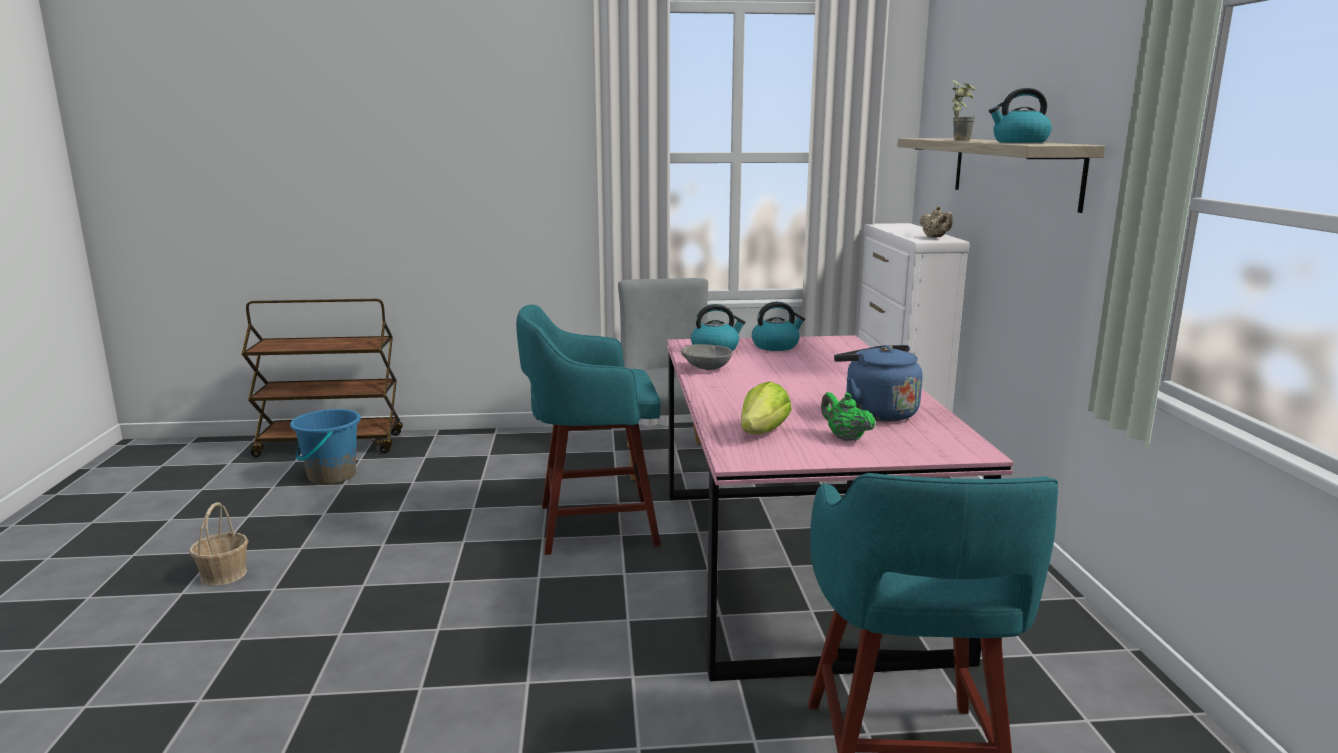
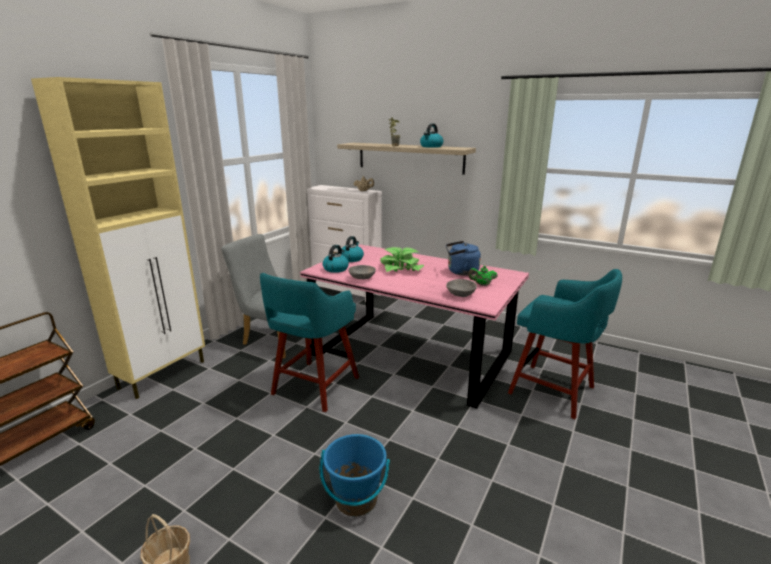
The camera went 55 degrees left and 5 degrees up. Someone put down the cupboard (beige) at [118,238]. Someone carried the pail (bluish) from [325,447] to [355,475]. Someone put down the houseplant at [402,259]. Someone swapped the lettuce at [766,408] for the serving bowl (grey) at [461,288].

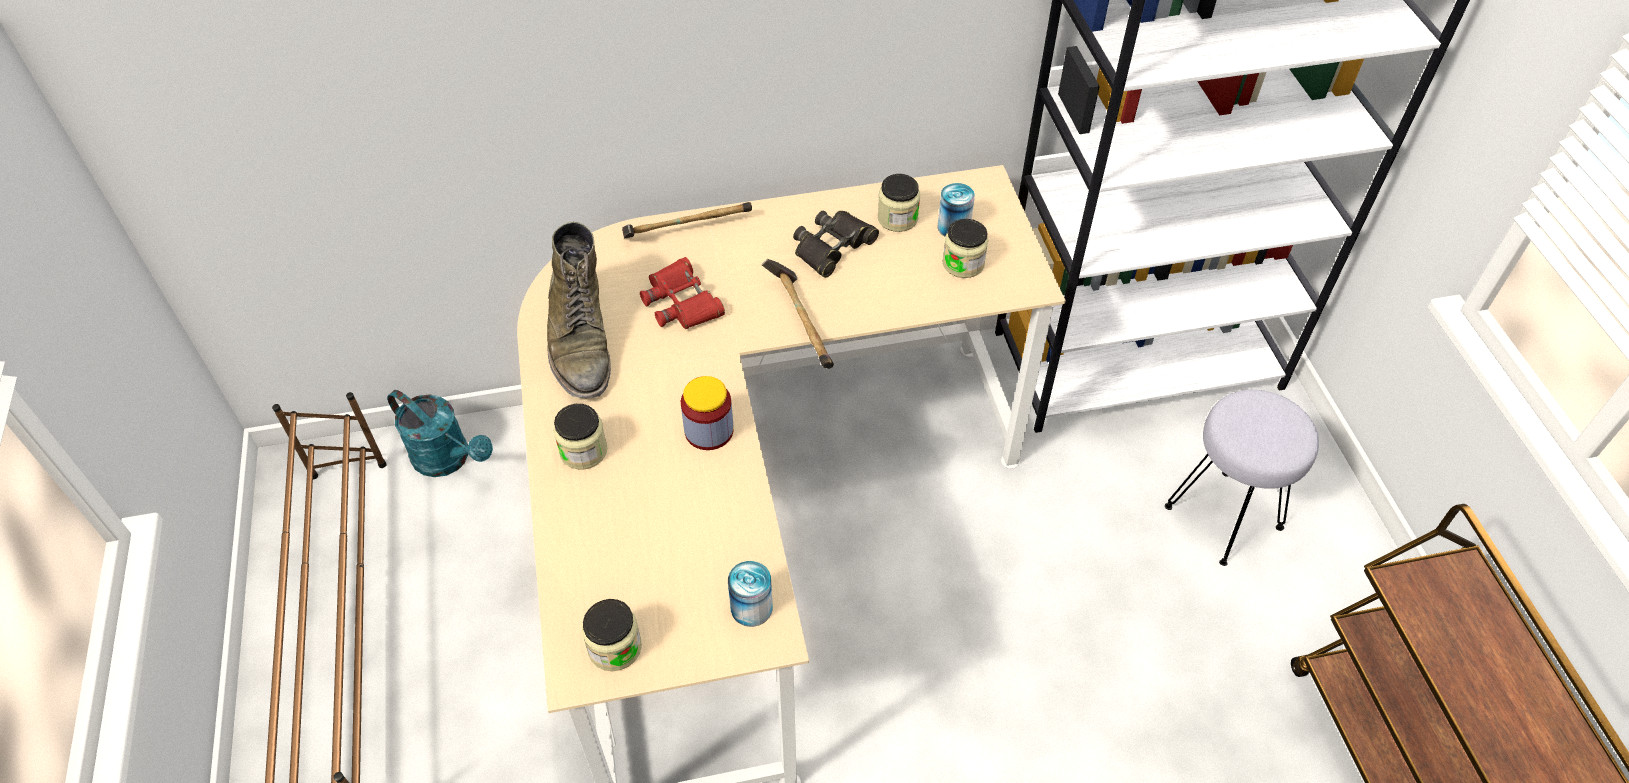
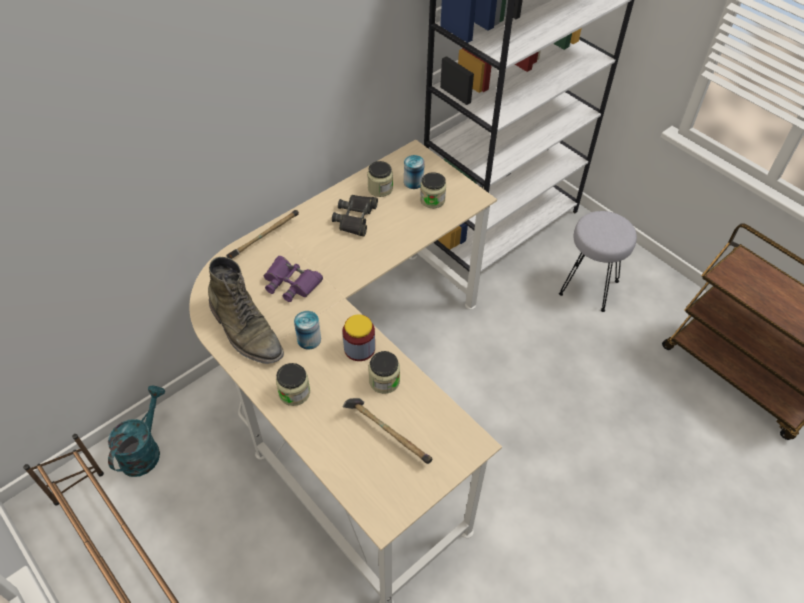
The camera went 30 degrees left and 0 degrees up. Someone rotated the watering can (turquoise) at [440,433] by 75 degrees counterclockwise. Someone repainted the binoculars (red-coloured) at [682,293], which became the binoculars (purplish) at [293,279]. Someone carried the metal can from [750,594] to [307,330]. Someone carried the tool hammer from [797,314] to [387,431]. Someone carried the preserve jar from [612,635] to [384,372].

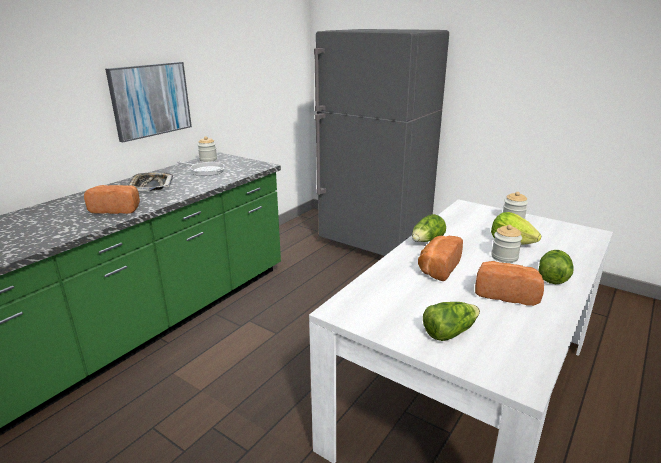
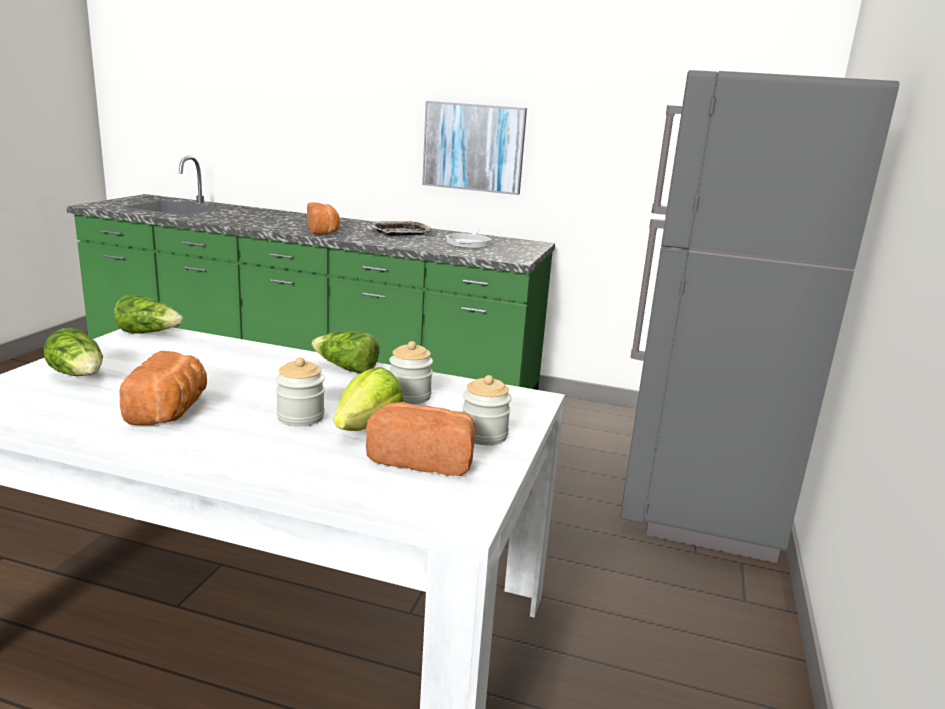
The camera went 70 degrees right and 5 degrees down. Someone carried the lettuce from [556,267] to [148,314]. Someone carried the bread from [440,258] to [420,439]. Someone carried the preserve jar from [207,149] to [411,372].

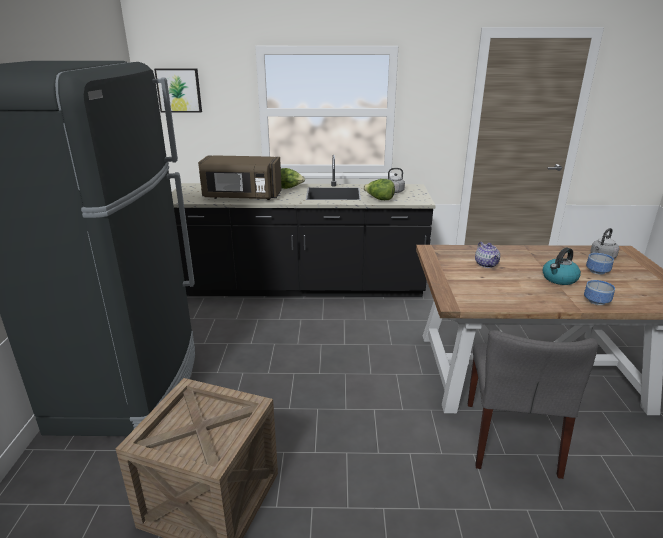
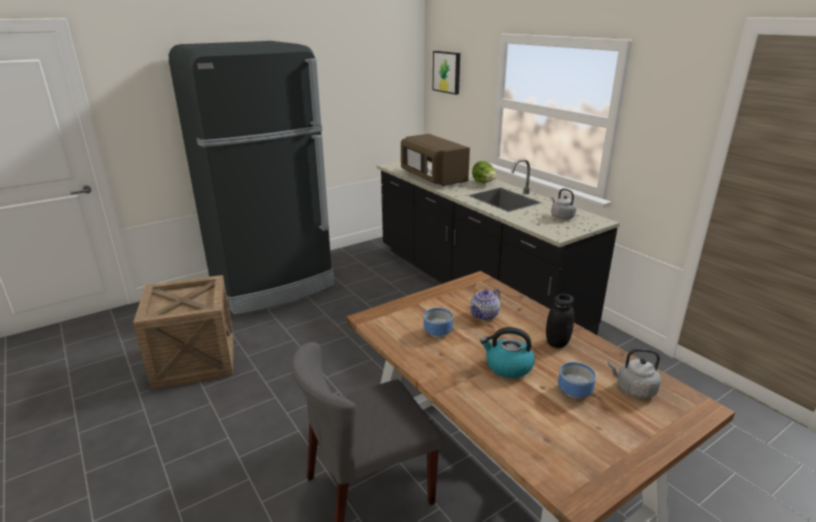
The camera went 55 degrees right and 0 degrees up. Someone carried the serving bowl from [599,292] to [438,322]. Someone put down the preserve jar (black) at [560,321]. Someone took away the lettuce at [379,189].

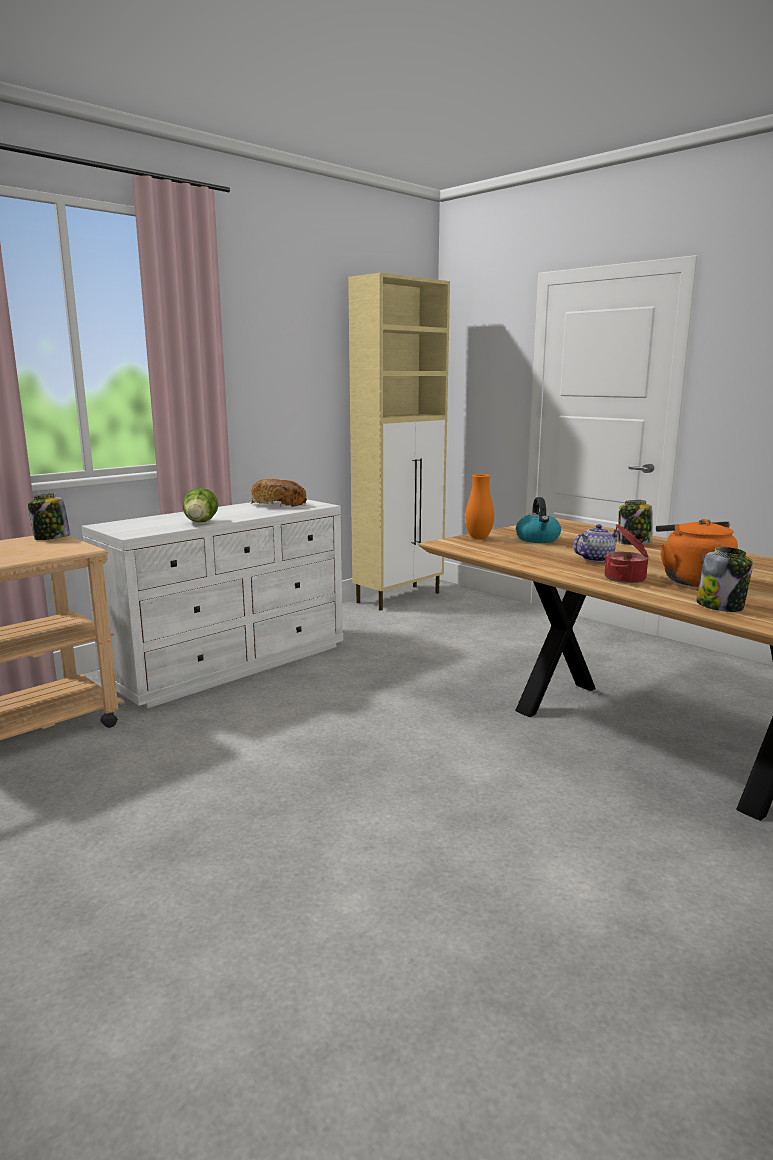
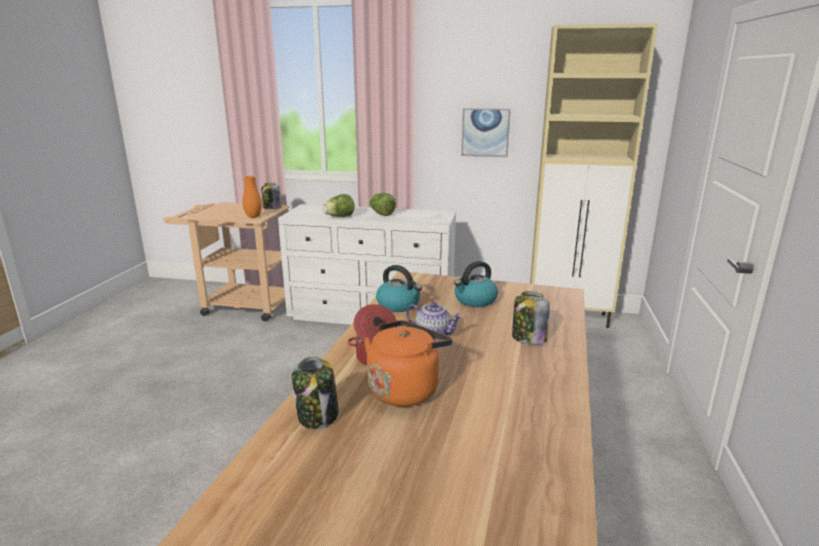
The camera went 55 degrees right and 5 degrees up. Someone carried the decorative vase (orange-coloured) from [479,506] to [252,197]. Someone put down the lettuce at [382,204]. Someone put down the tea kettle at [399,288]. Someone put up the picture at [486,132]. Someone took away the bread at [279,493].

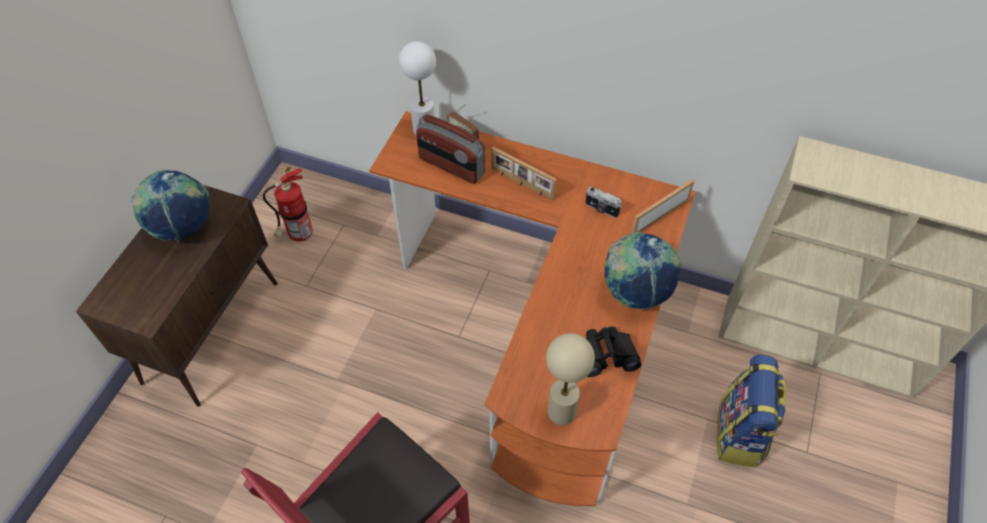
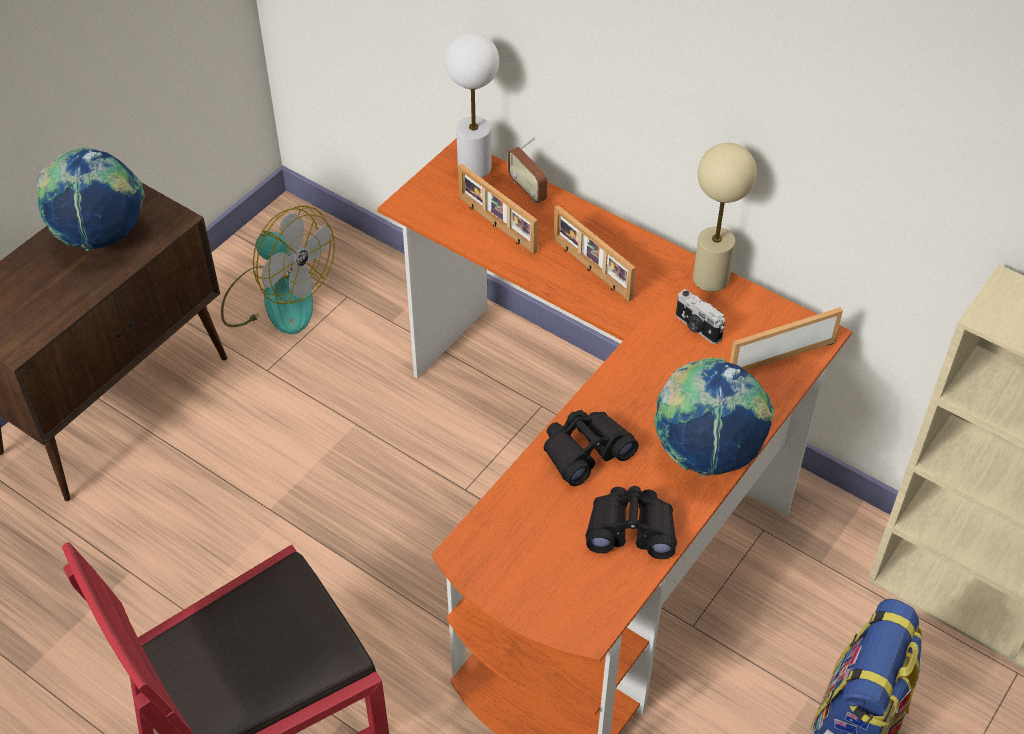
The camera went 15 degrees right and 5 degrees down. Someone swapped the extinguisher at [288,204] for the electric fan at [278,270]. Someone swapped the radio at [450,149] for the photo frame at [498,209]. Someone put down the binoculars (black) at [591,448]. Someone carried the tabletop lamp (beige) from [570,379] to [725,217].

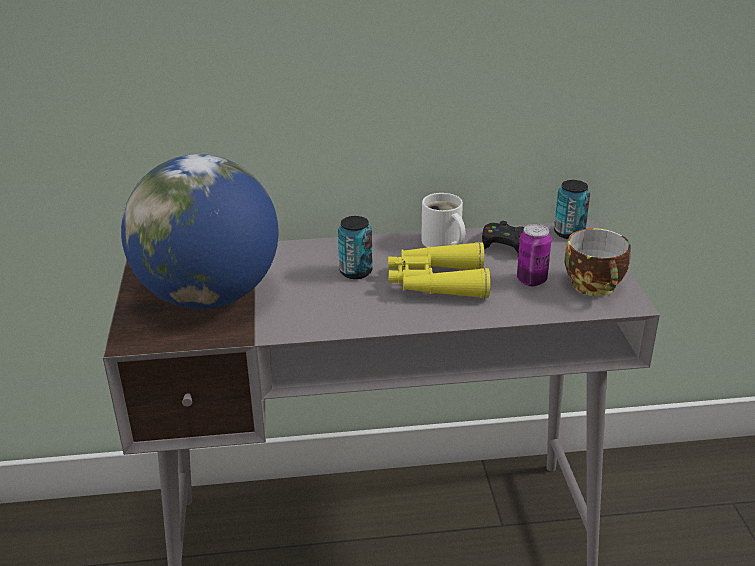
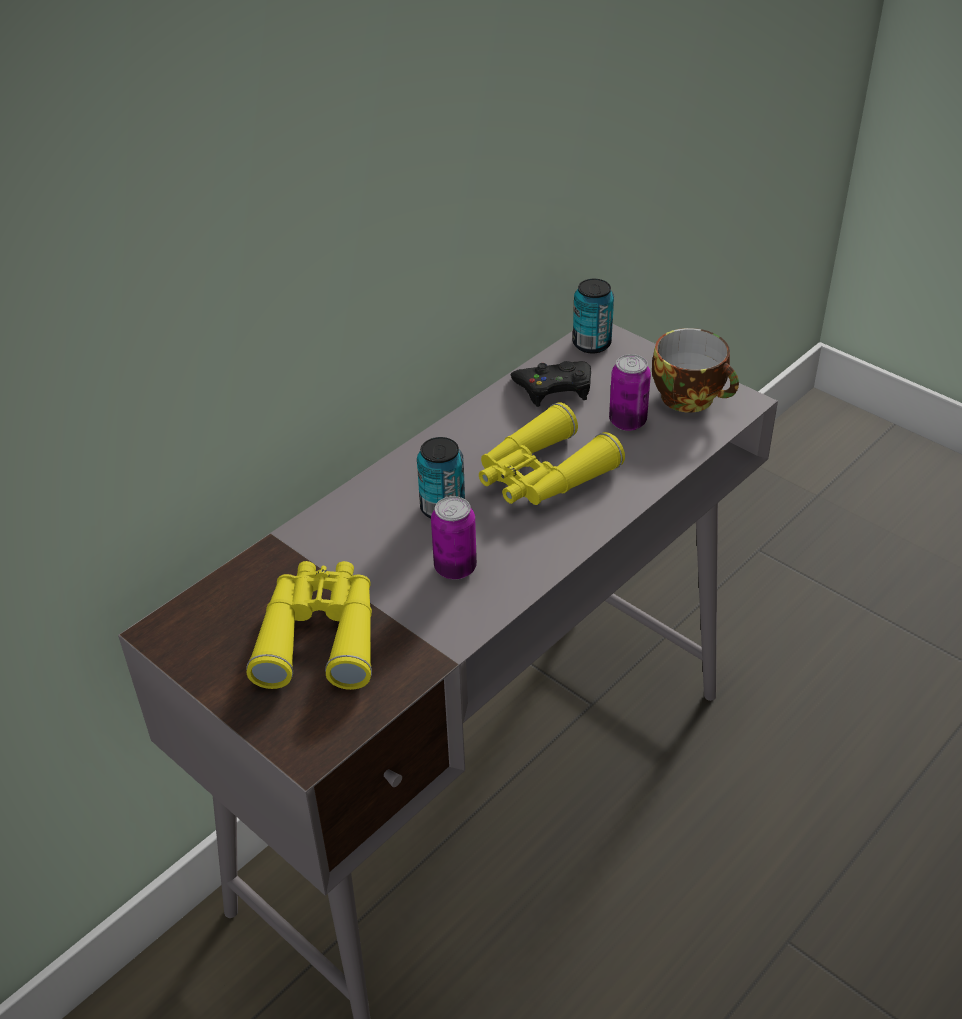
The camera went 40 degrees left and 10 degrees up. Someone swapped the desk globe at [199,231] for the binoculars (yellowish) at [309,625]. Someone put down the metal can at [454,538]. Someone took away the coffee mug (white) at [443,220].

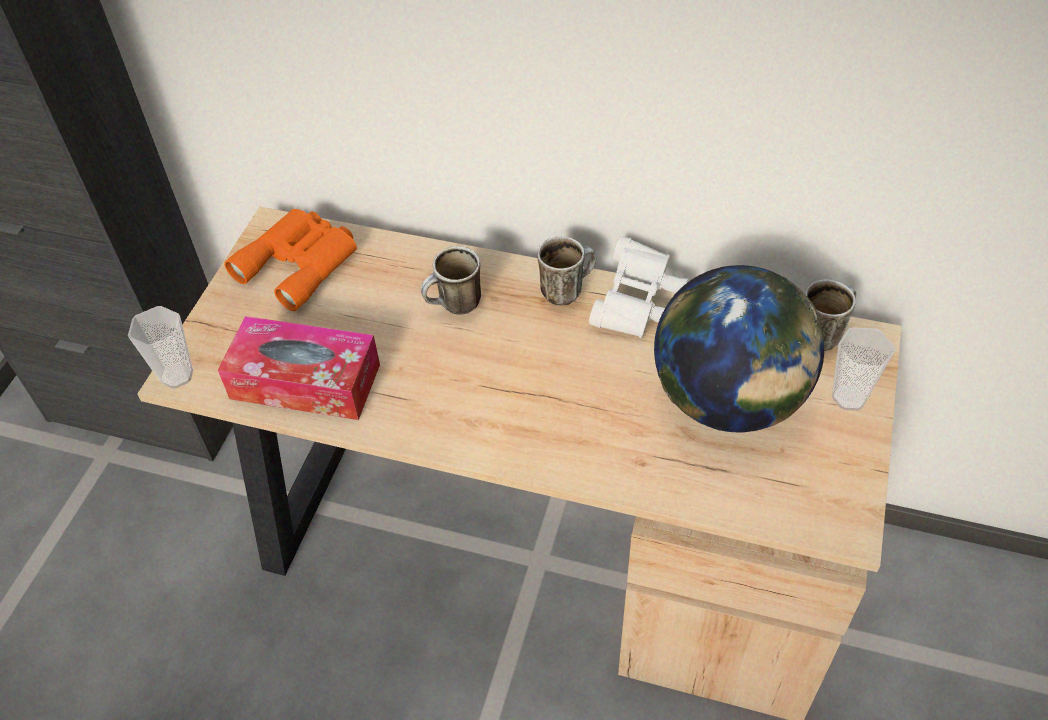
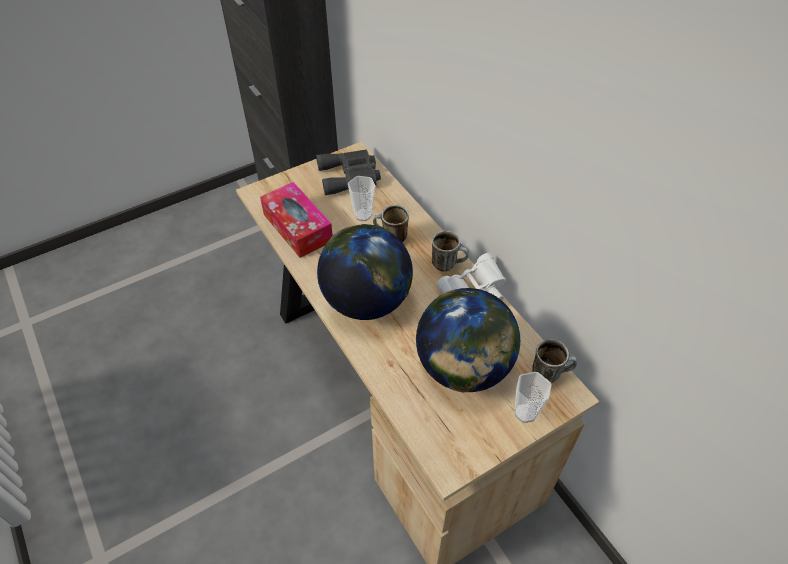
The camera went 40 degrees right and 0 degrees up. Someone repainted the binoculars (orange-coloured) at [290,260], which became the binoculars (grey) at [348,172]. Someone put down the desk globe at [365,272]. Someone carried the cup from [160,347] to [362,198].

